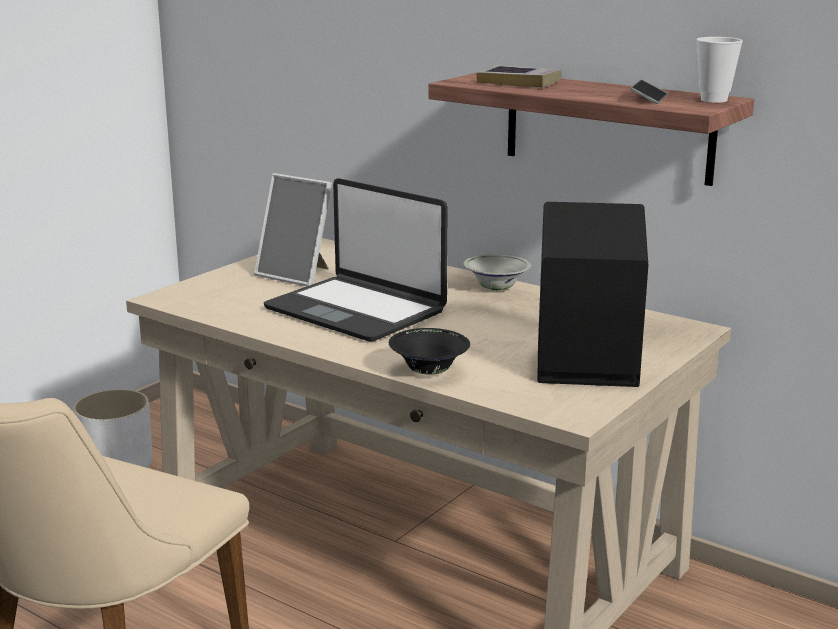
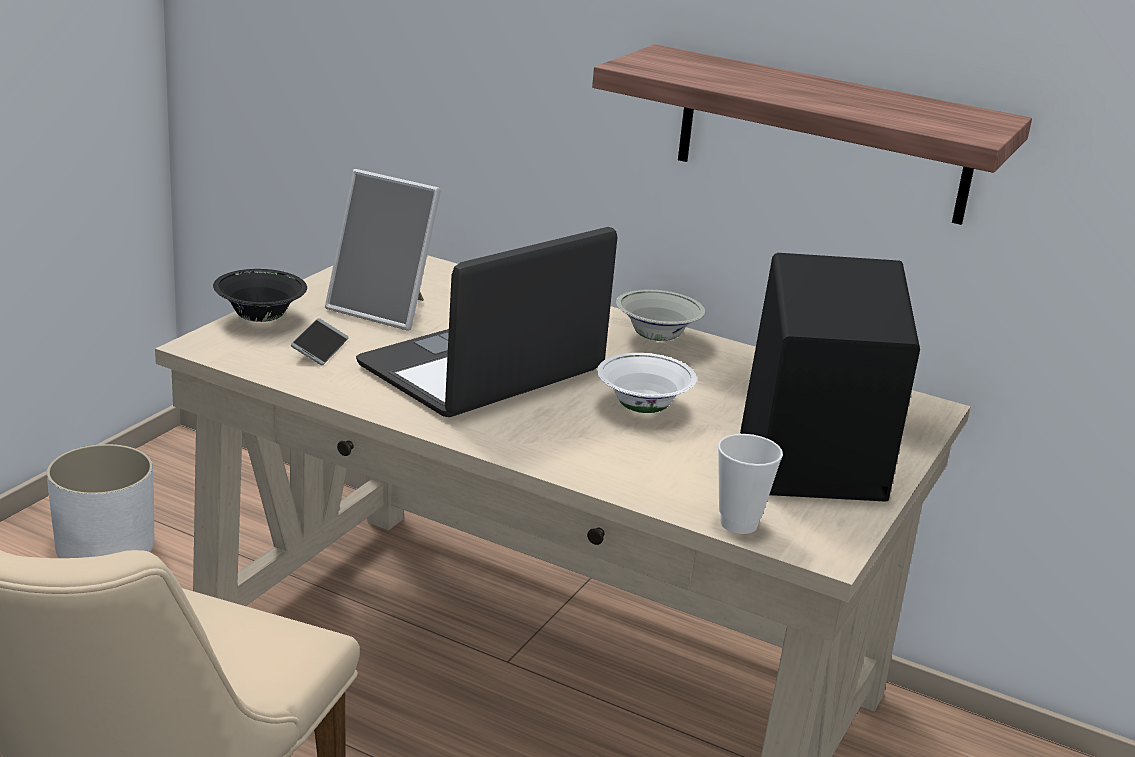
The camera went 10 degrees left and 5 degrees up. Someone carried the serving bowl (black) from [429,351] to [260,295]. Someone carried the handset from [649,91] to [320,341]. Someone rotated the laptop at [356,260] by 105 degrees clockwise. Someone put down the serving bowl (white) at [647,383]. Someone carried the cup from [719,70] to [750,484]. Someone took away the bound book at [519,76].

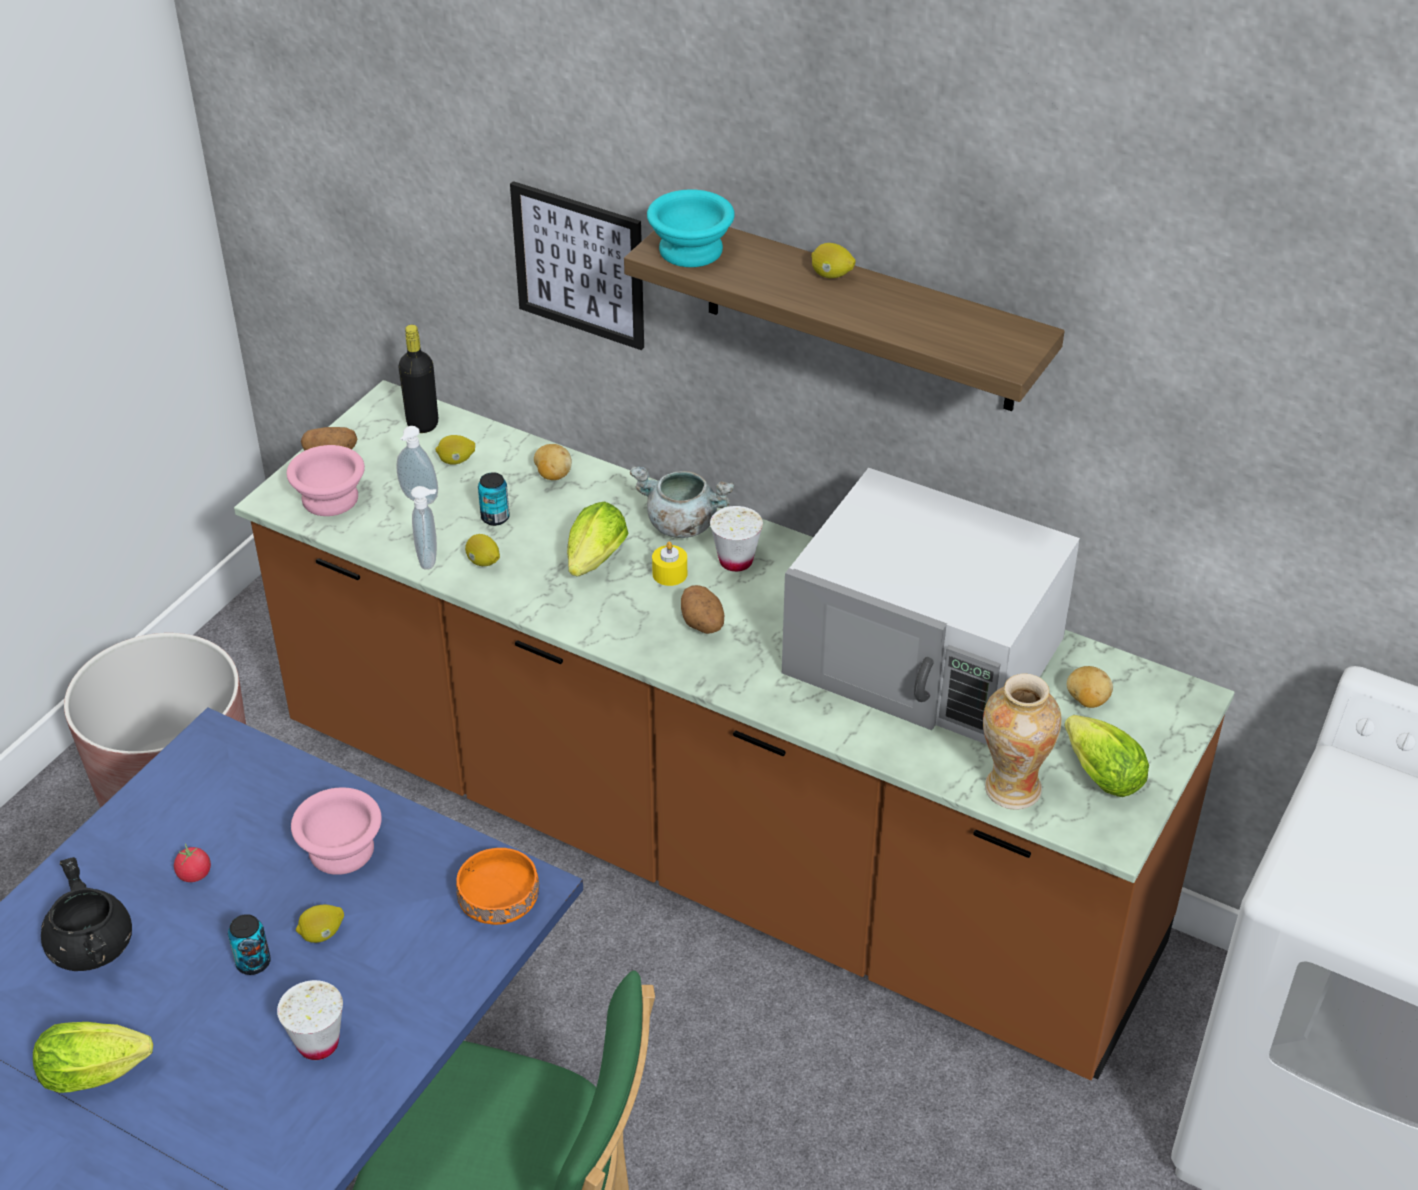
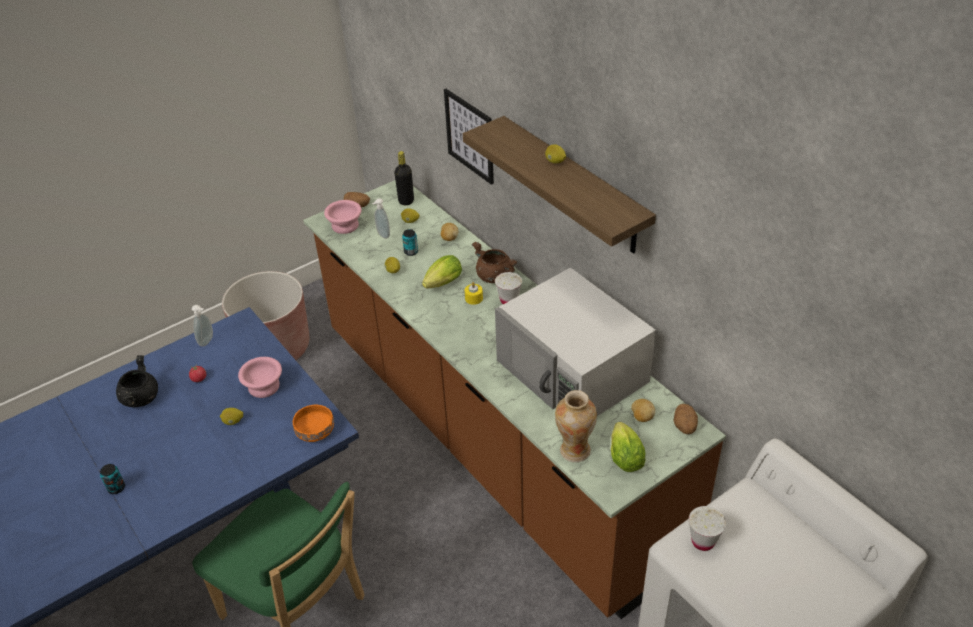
The camera went 25 degrees right and 0 degrees up. Someone carried the metal can from [249,944] to [112,479]. Someone carried the liquid soap bottle from [424,528] to [202,325]. Someone repainted the saucepot (grey) at [682,502], which became the saucepot (brown-coloured) at [494,262]. Someone carried the spud from [702,609] to [685,419]. Someone carried the cup (white) from [310,1020] to [707,528]. Someone took away the lettuce at [93,1057]. Someone took away the serving bowl (turquoise) at [691,228].

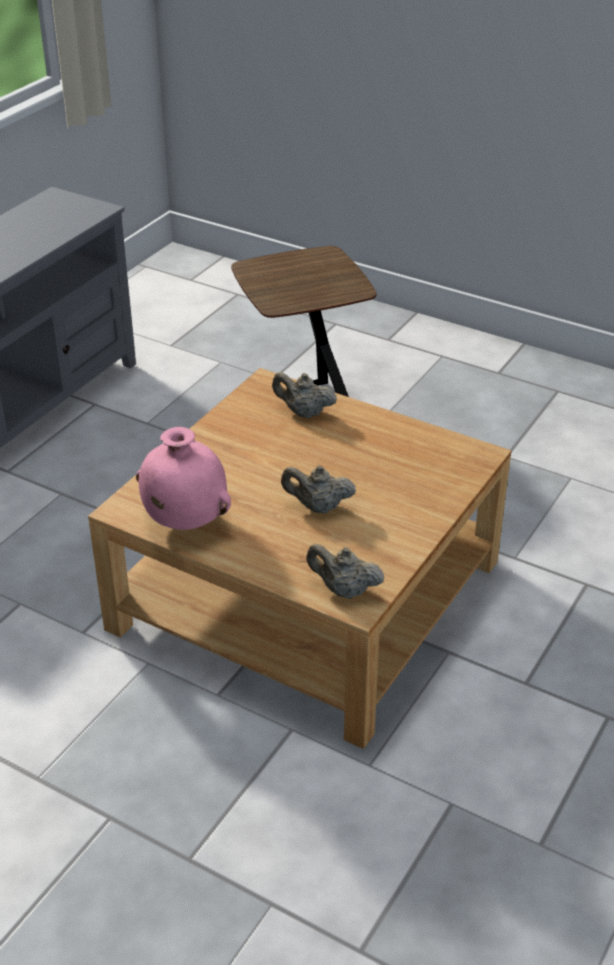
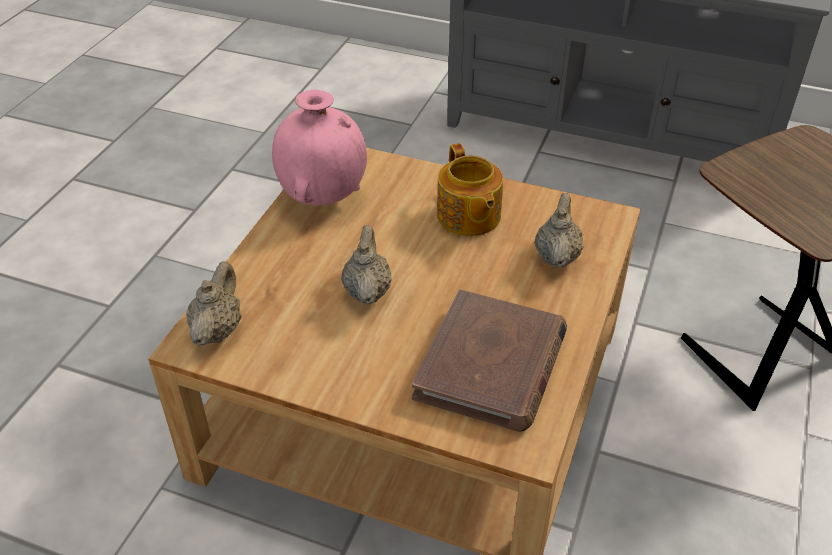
The camera went 80 degrees right and 5 degrees up. Someone put down the bound book (brown-coloured) at [489,361]. Someone put down the tea pot at [470,189].

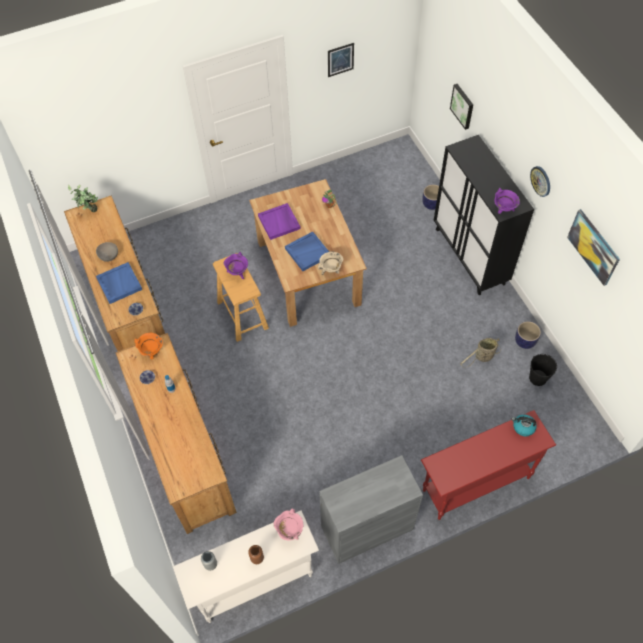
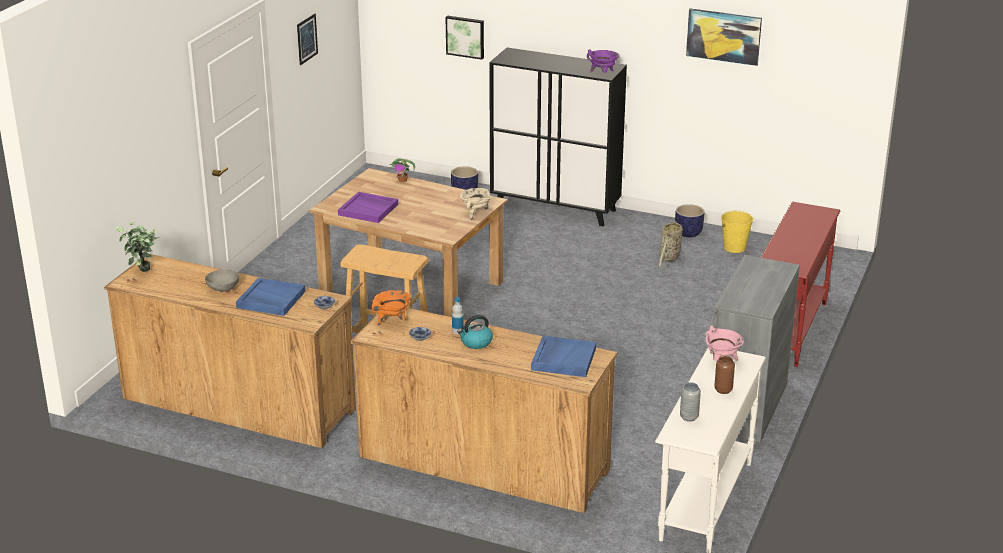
The camera went 45 degrees left and 30 degrees down. Someone carried the tea kettle from [524,425] to [475,332]. Someone carried the serving tray (bluish) from [307,251] to [563,356]. Someone repainted the pail (black) at [543,370], which became the pail (yellowish) at [737,232]. Someone took away the saucepot (purplish) at [236,265]. Someone took away the wall clock at [540,181].

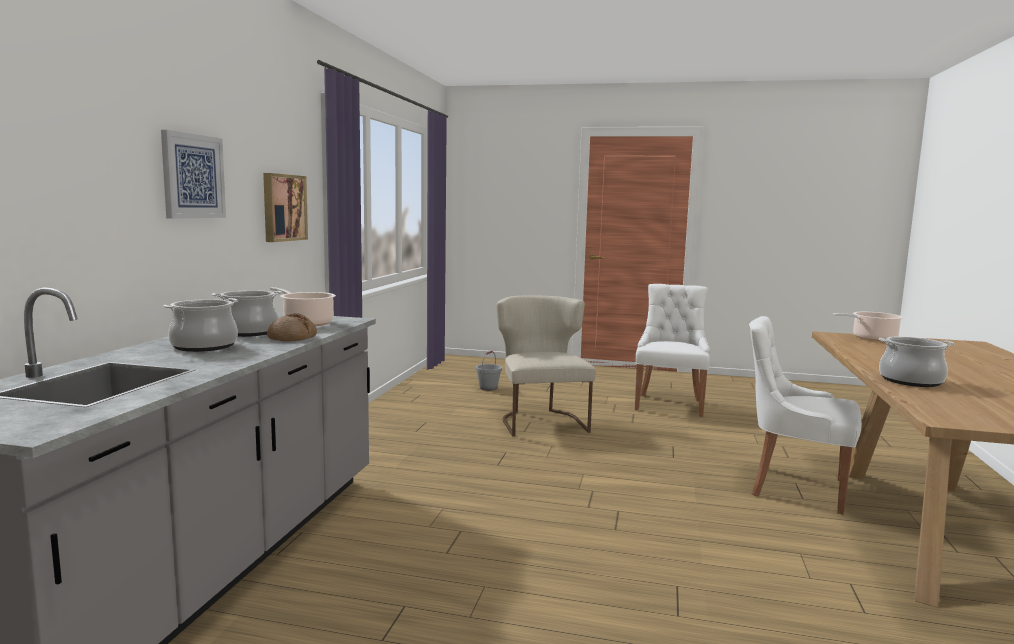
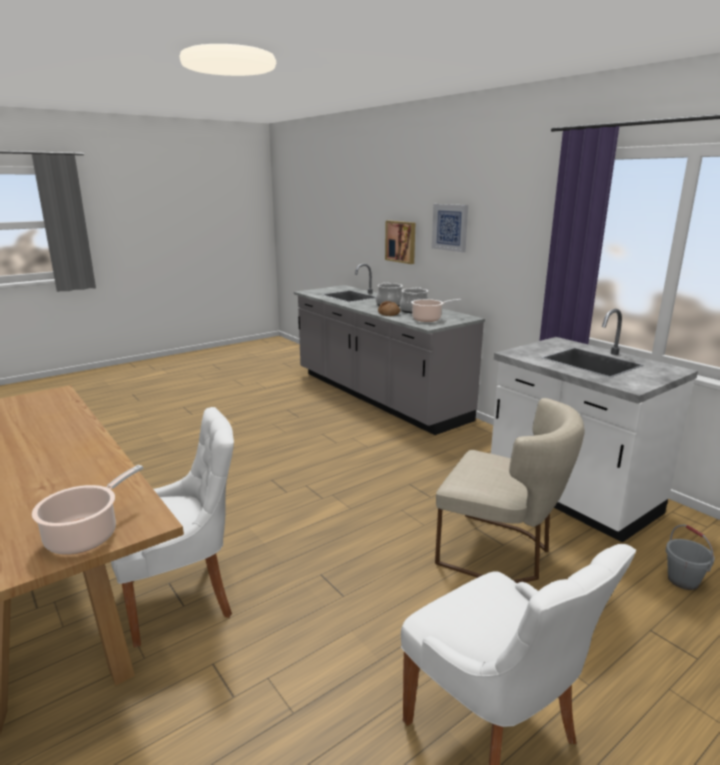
The camera went 130 degrees right and 10 degrees up. Someone carried the picture from [285,207] to [400,242]. Someone put down the counter (white) at [594,426]. Someone took away the saucepot at [917,361].

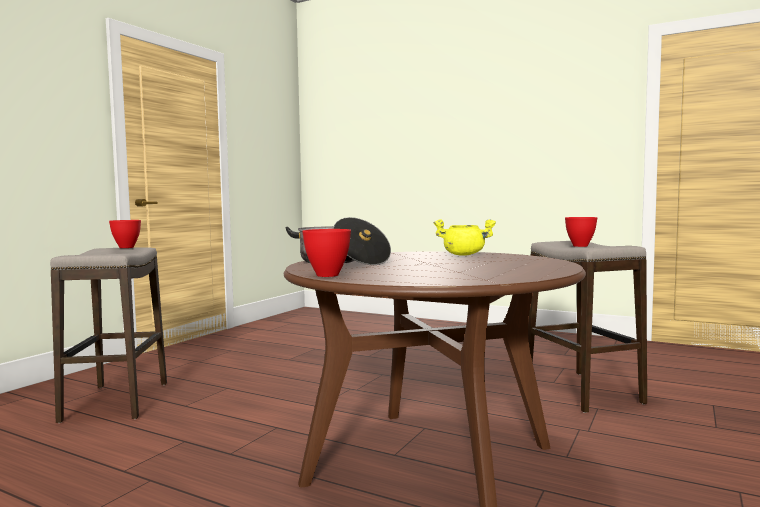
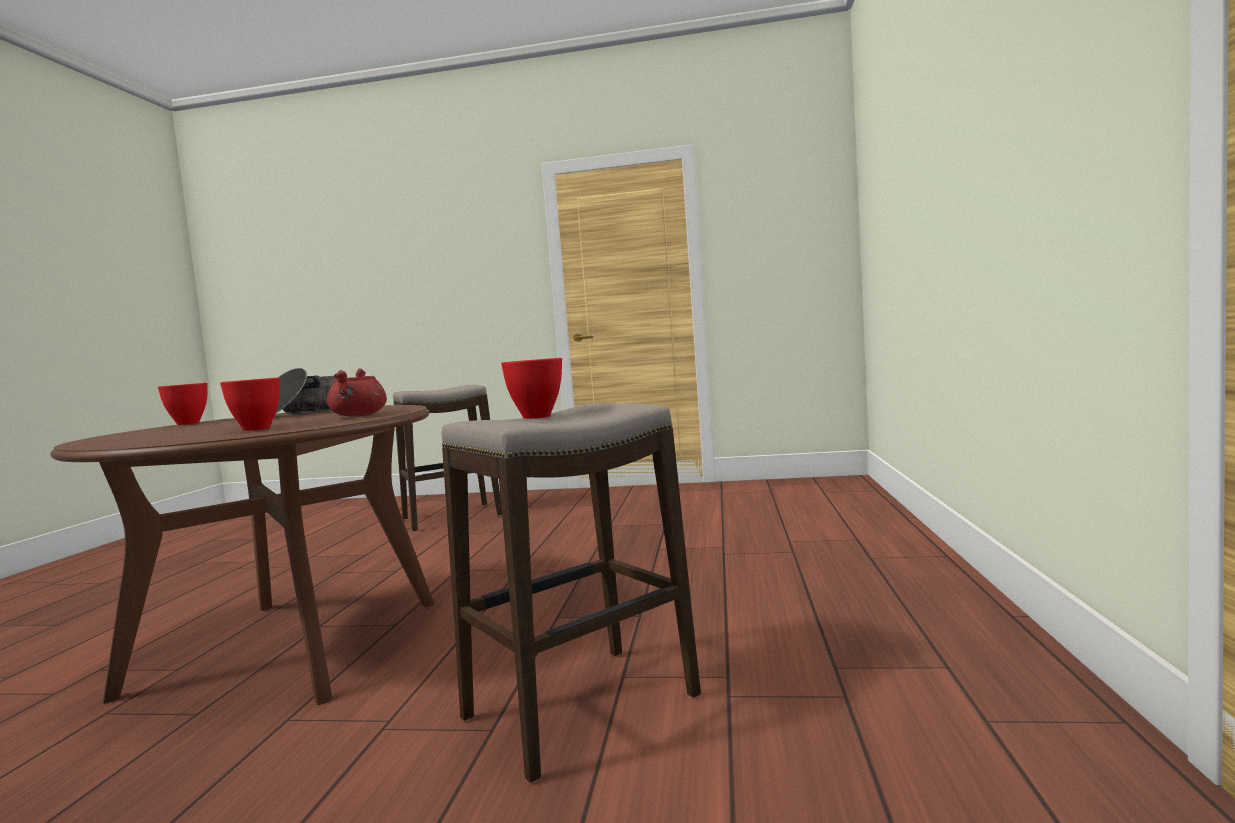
The camera went 70 degrees right and 0 degrees up. Someone carried the serving bowl (red-coloured) from [125,234] to [250,404]. Someone repainted the saucepot (yellowish) at [465,237], which became the saucepot (red-coloured) at [357,392].

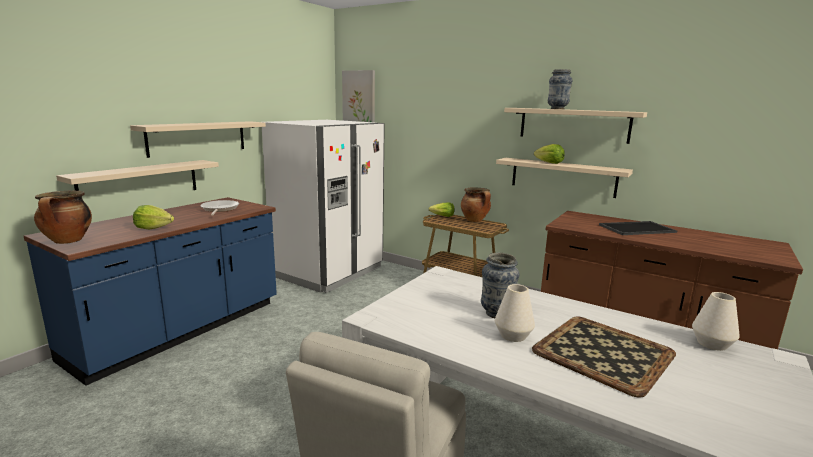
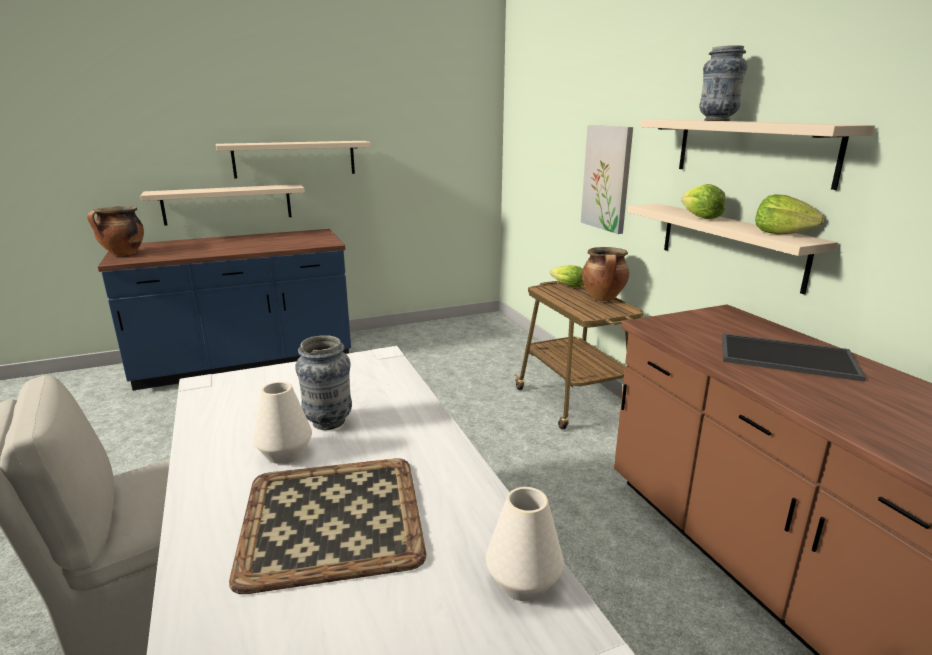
The camera went 35 degrees right and 5 degrees up. Someone carried the picture from [358,96] to [607,179]. Someone carried the lettuce from [153,217] to [789,215]. Someone took away the frying pan at [219,208]. Someone took away the refrigerator (white) at [323,206].

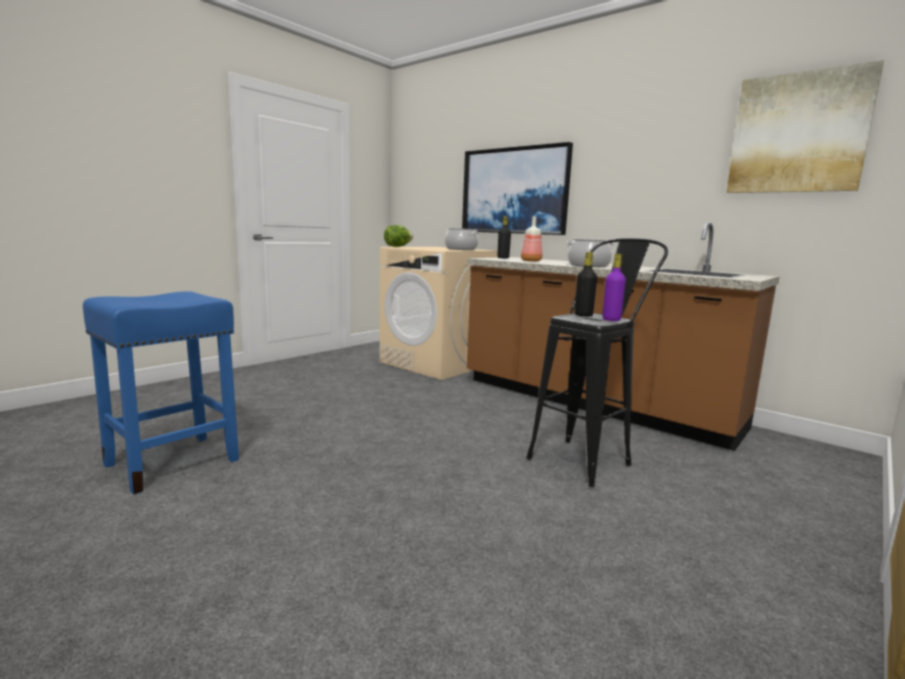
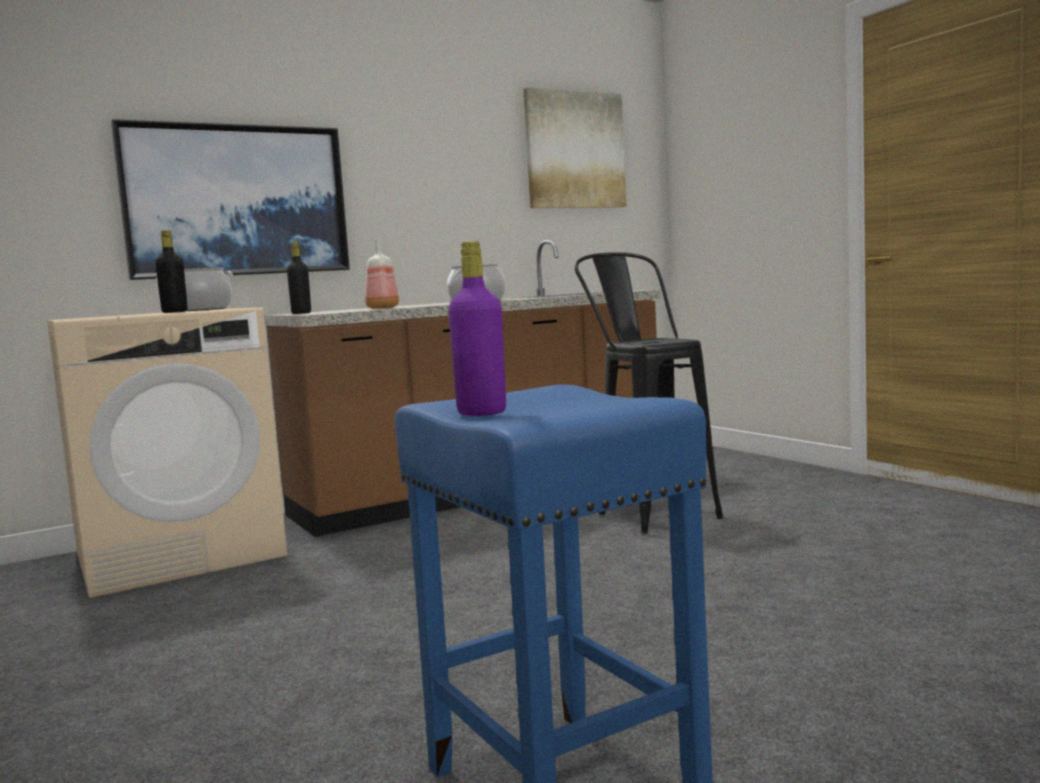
The camera went 70 degrees left and 5 degrees down. Someone carried the drink bottle (black) from [586,284] to [171,271]. Someone carried the drink bottle (purplish) from [614,287] to [477,328]. Someone took away the lettuce at [398,236].

